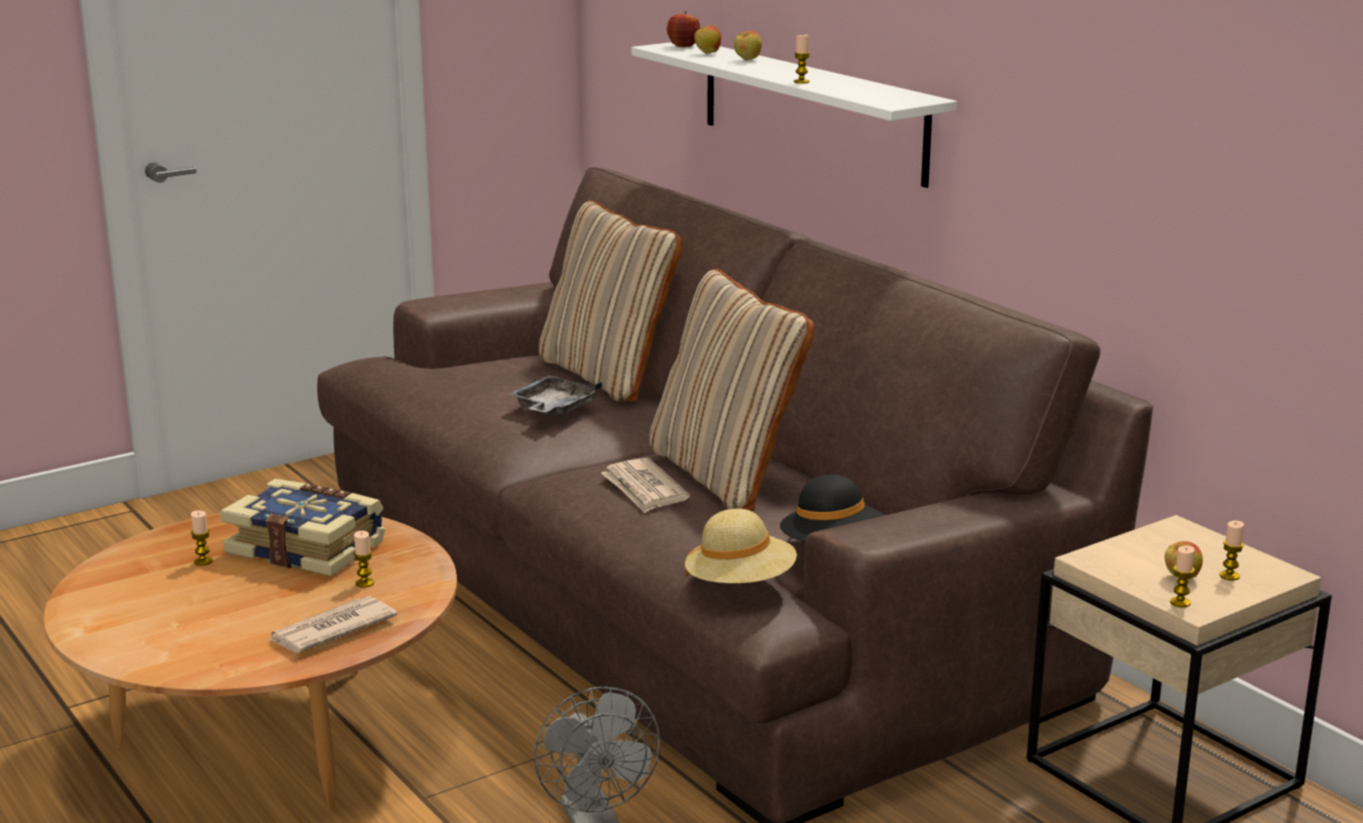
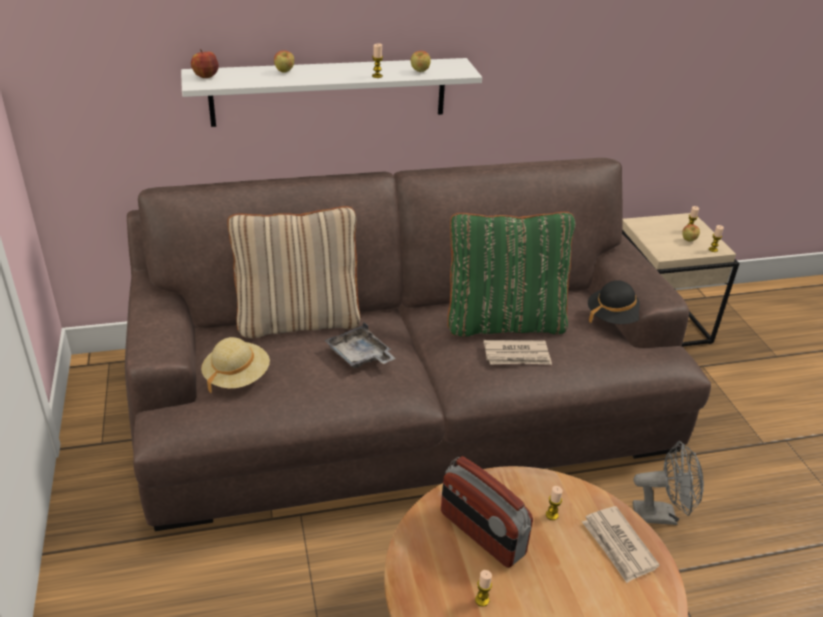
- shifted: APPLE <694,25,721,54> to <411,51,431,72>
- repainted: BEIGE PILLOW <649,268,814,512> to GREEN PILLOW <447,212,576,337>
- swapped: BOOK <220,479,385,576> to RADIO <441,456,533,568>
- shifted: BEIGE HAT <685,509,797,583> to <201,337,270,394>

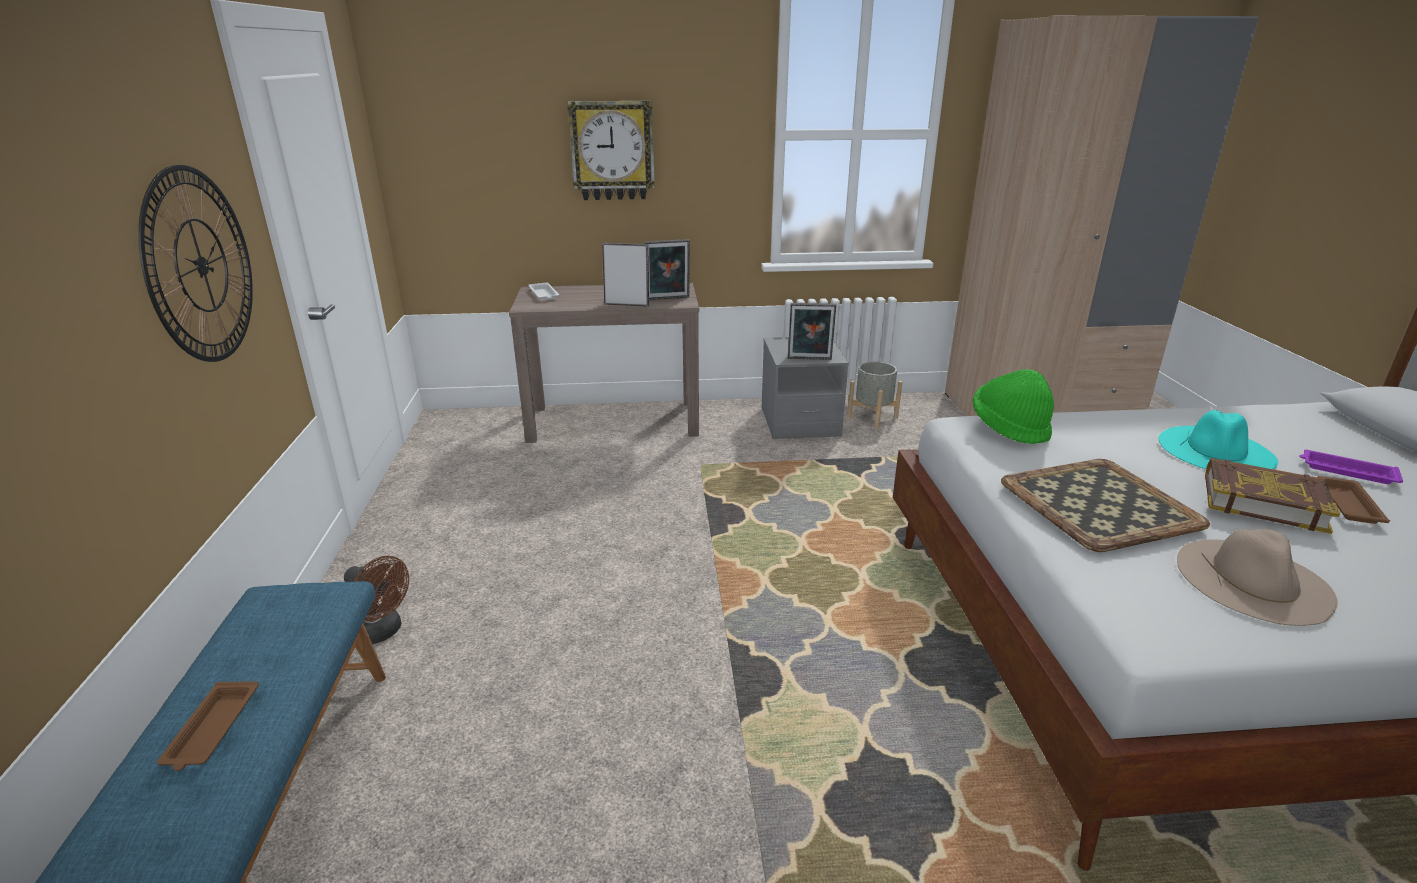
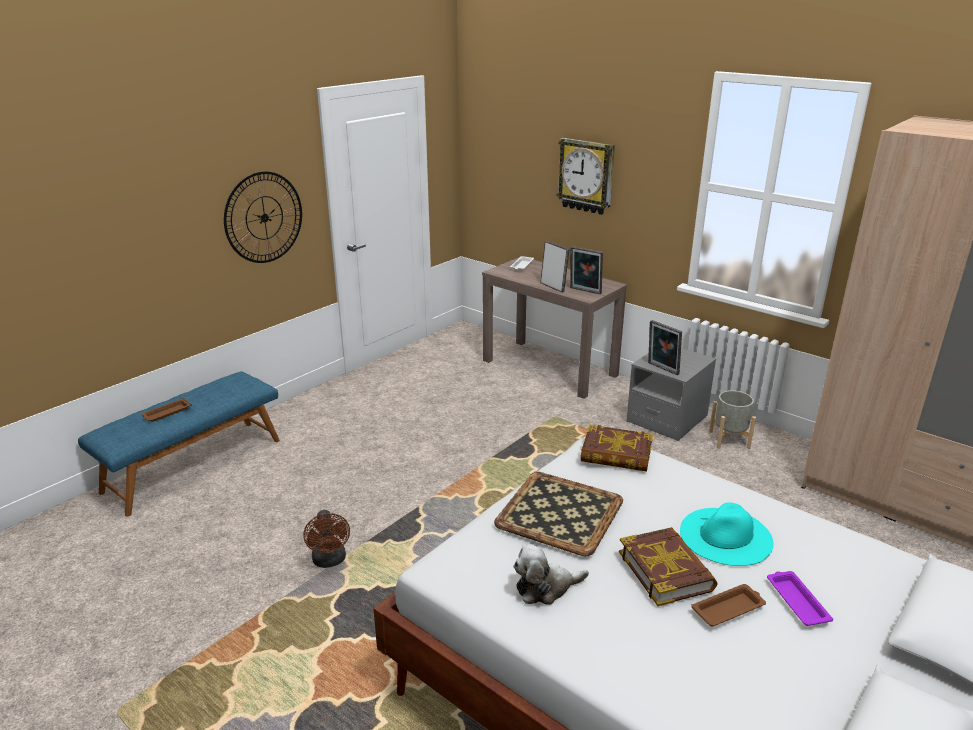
- swapped: GREEN HAT <973,369,1054,444> to BOOK <581,424,653,472>
- swapped: BEIGE HAT <1177,529,1338,626> to PLUSH TOY <513,544,589,605>
- shifted: BROWN FAN <344,556,409,644> to <303,510,350,568>

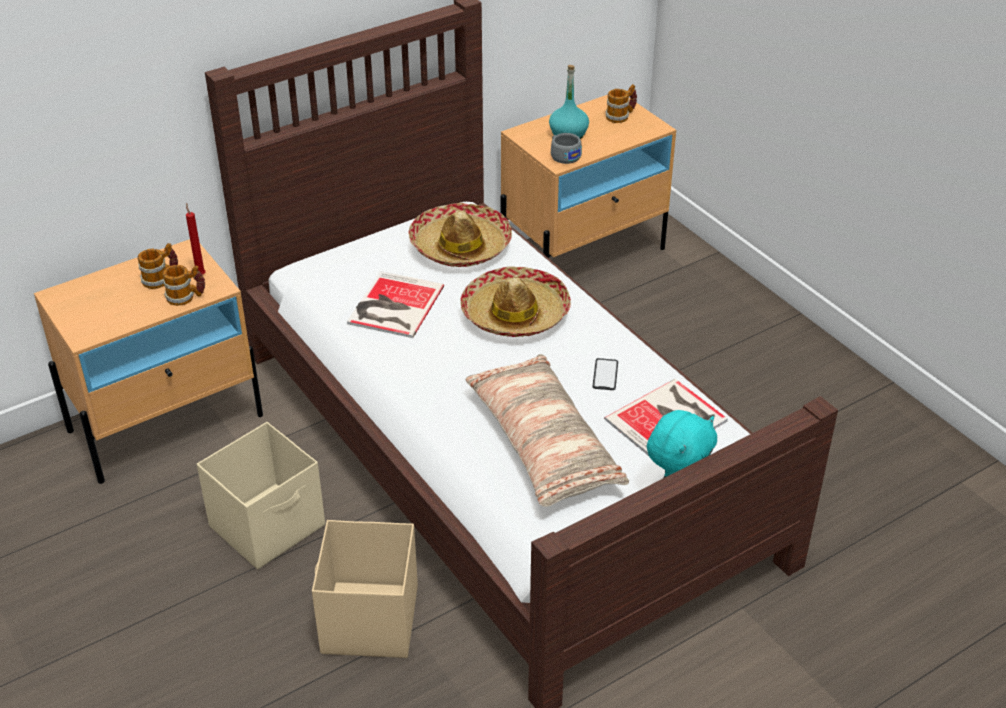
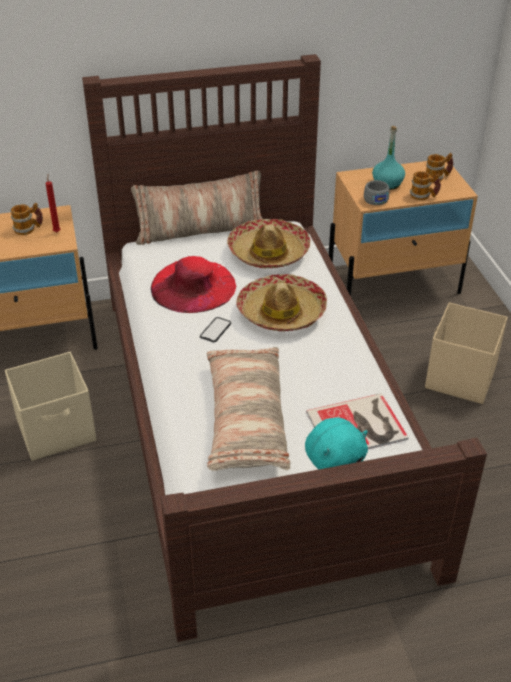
- shifted: MUG <162,265,205,306> to <410,171,441,200>
- swapped: BOOK <347,271,444,338> to RED HAT <151,256,237,313>
- shifted: PHONE <593,358,618,390> to <200,317,231,342>
- shifted: BEIGE STORAGE BOX <312,520,418,658> to <425,302,508,404>
- new: PILLOW <131,170,263,245>

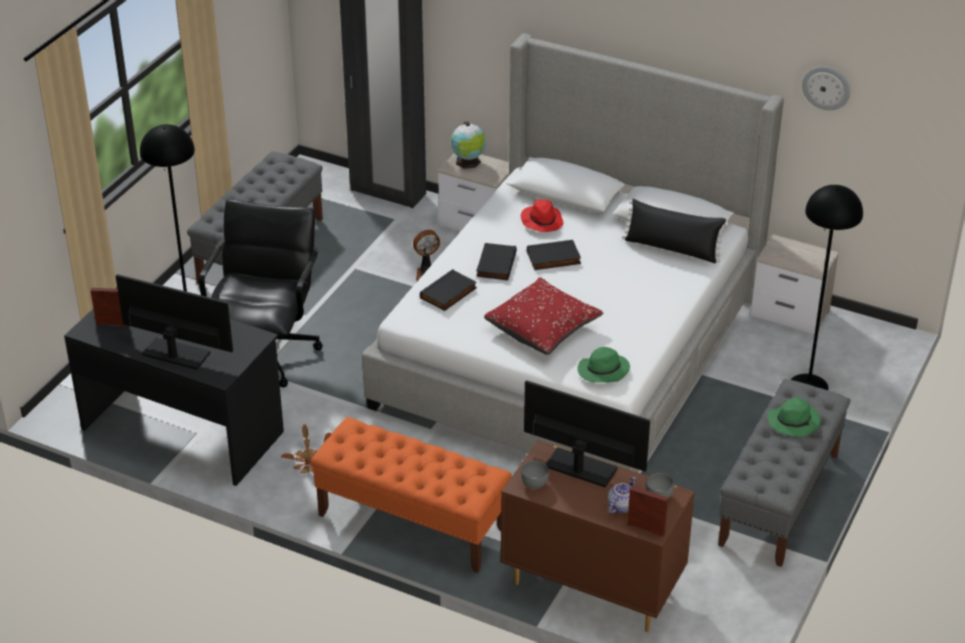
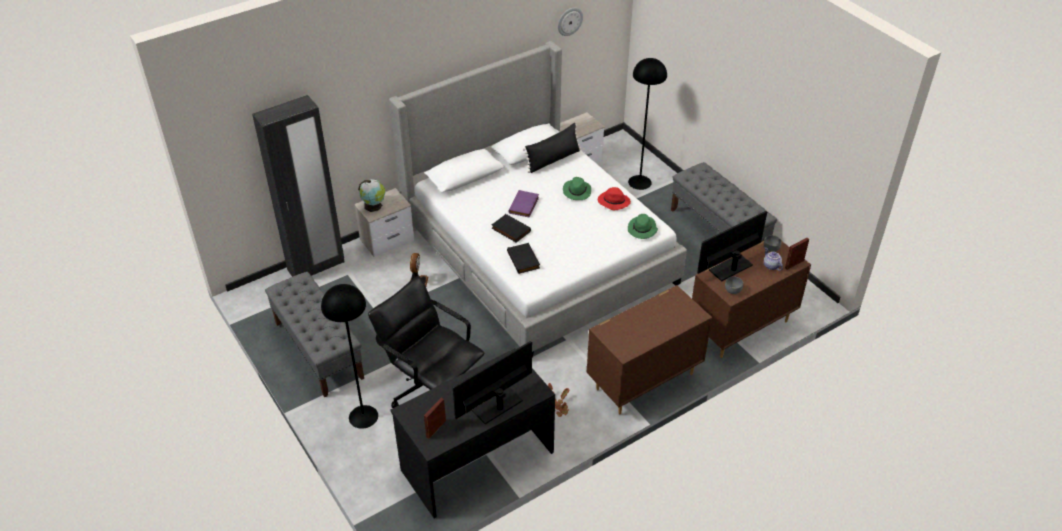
- shifted: RED HAT <521,199,564,232> to <598,187,631,210>
- repainted: BLACK BOOK <527,240,581,270> to PURPLE BOOK <509,190,539,218>
- gone: RED PILLOW <484,277,603,355>
- shifted: GREEN HAT <768,398,821,437> to <563,177,591,200>
- swapped: ORANGE BENCH <311,417,512,573> to BROWN DRESSER <586,285,712,415>

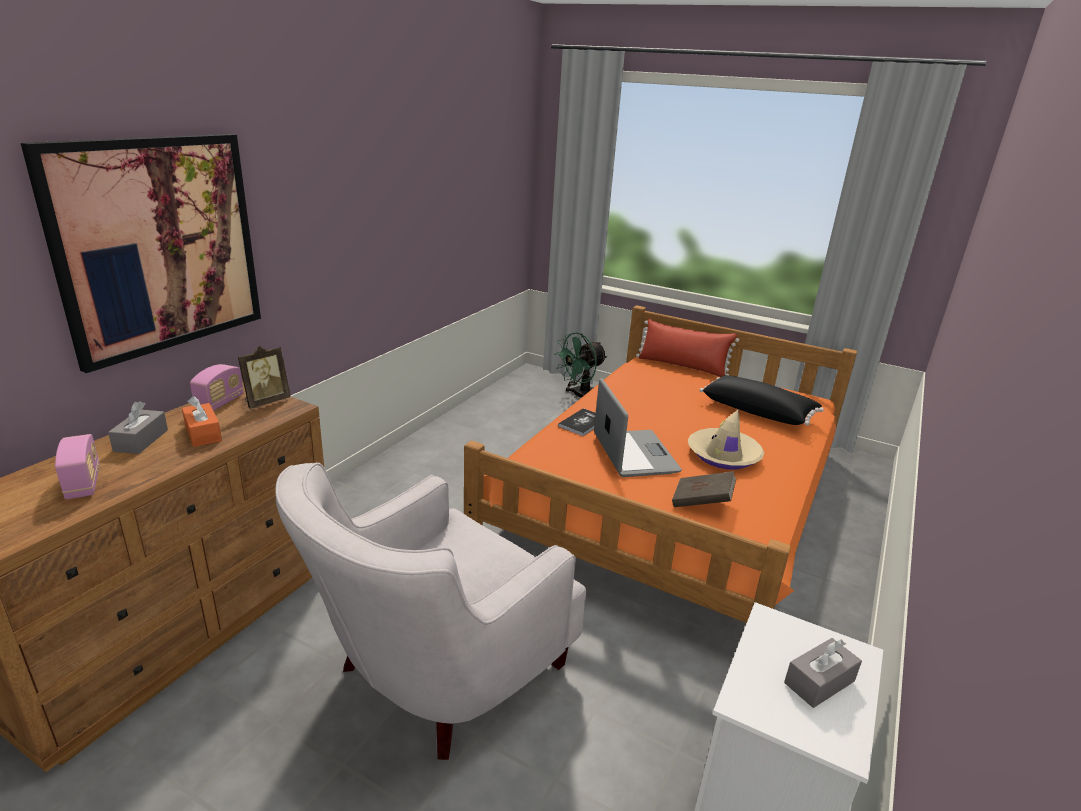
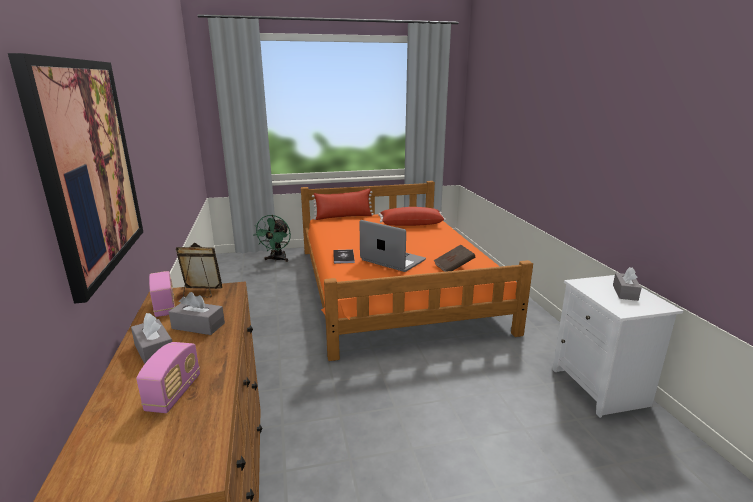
- rotated: PICTURE FRAME <238,346,291,409> = <176,242,222,297> 90 degrees counterclockwise
- repainted: BLACK PILLOW <700,375,824,426> to RED PILLOW <378,207,446,226>
- repainted: ORANGE TISSUE BOX <182,396,222,447> to GREY TISSUE BOX <169,292,225,335>
- gone: BEIGE HAT <688,409,764,469>
- rotated: RADIO <55,434,100,499> = <136,342,200,413> 75 degrees clockwise
- gone: WHITE ARMCHAIR <275,463,586,760>

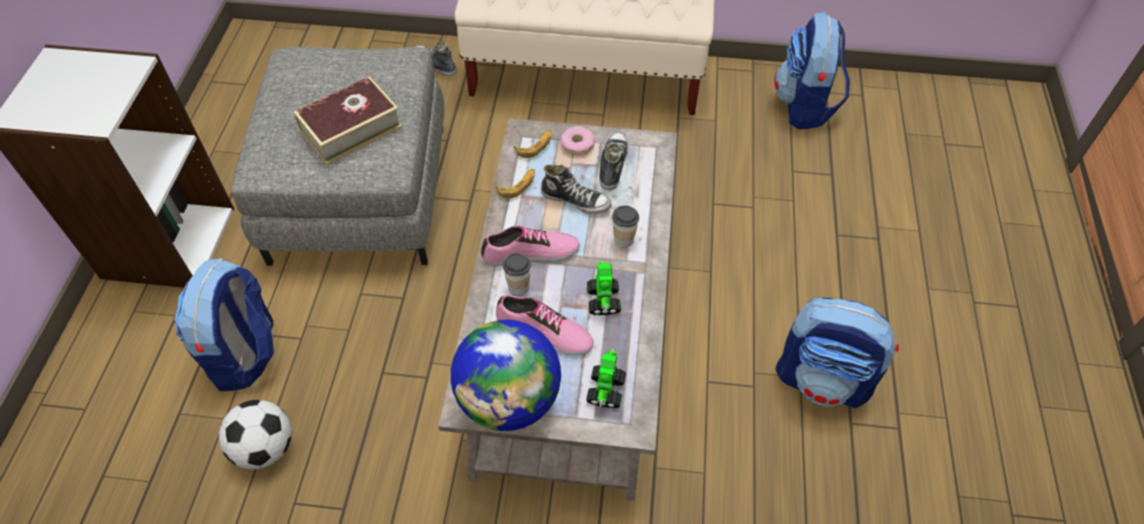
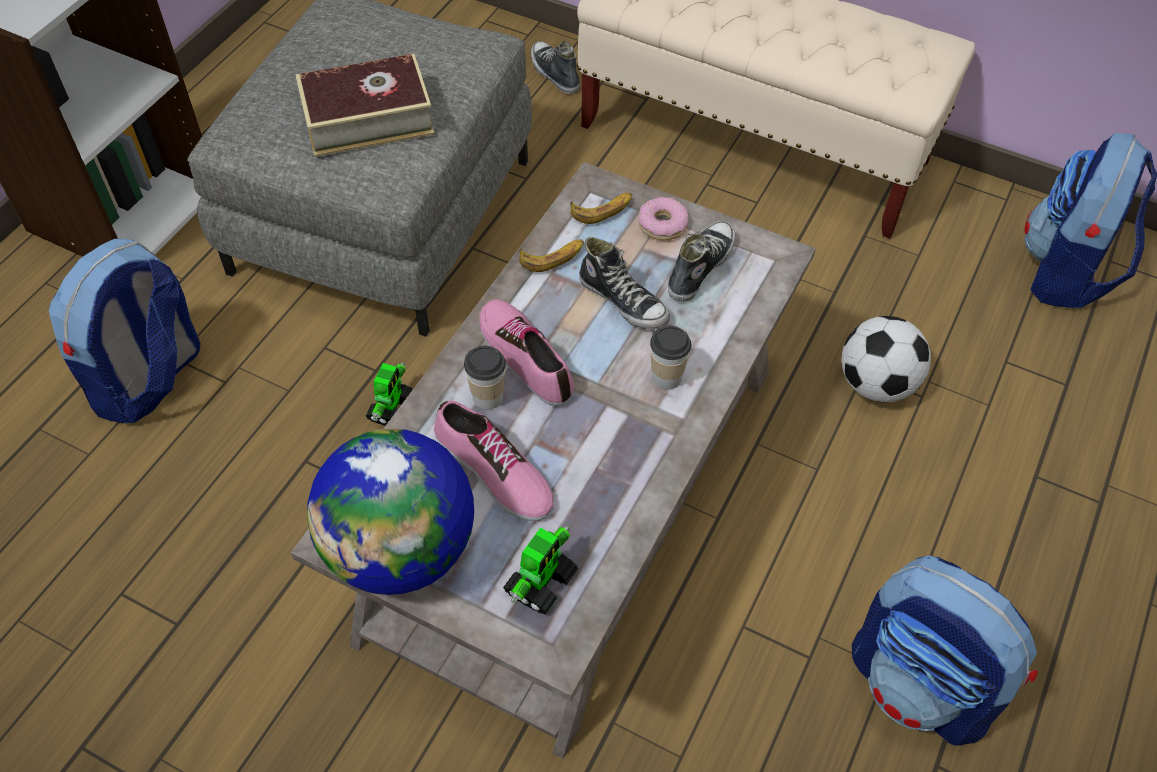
- rotated: SHOE <481,226,580,266> = <479,300,574,406> 135 degrees counterclockwise
- shifted: TOY ROBOT <587,260,621,315> to <366,362,413,426>
- shifted: FOOTBALL <219,400,292,469> to <841,316,931,403>

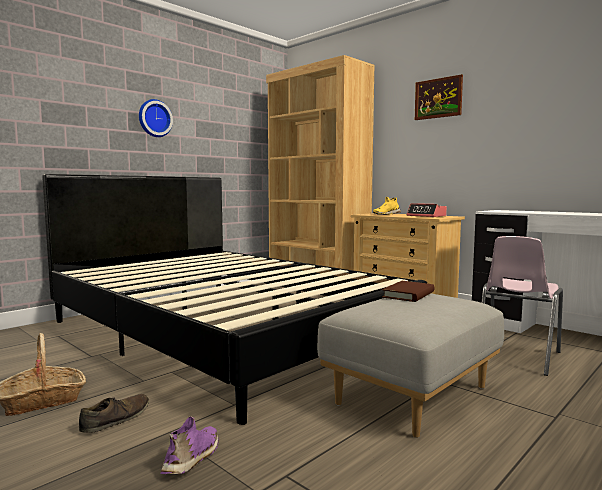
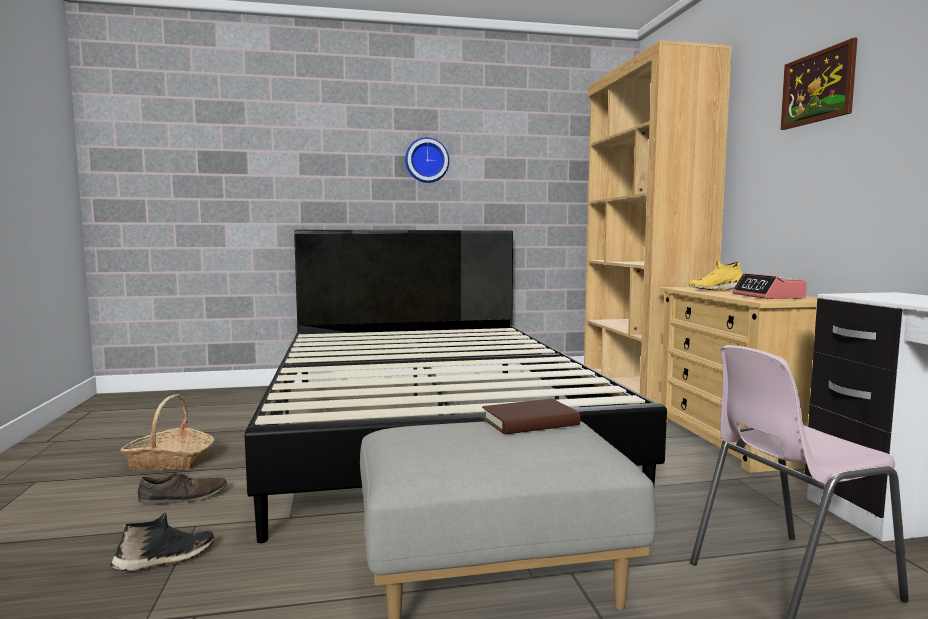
- repainted: PURPLE SHOE <161,416,218,475> to BLACK SHOE <110,512,214,571>

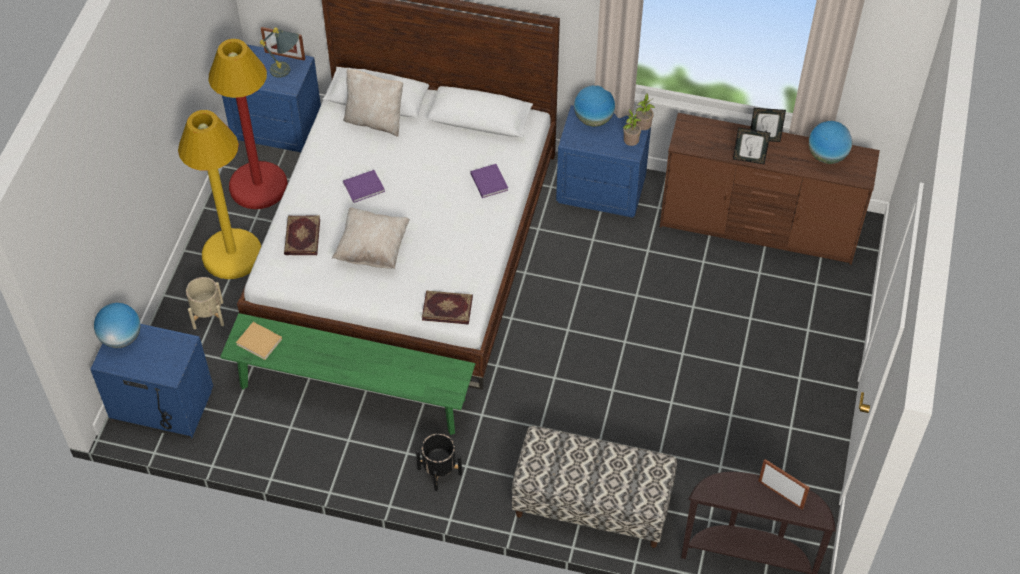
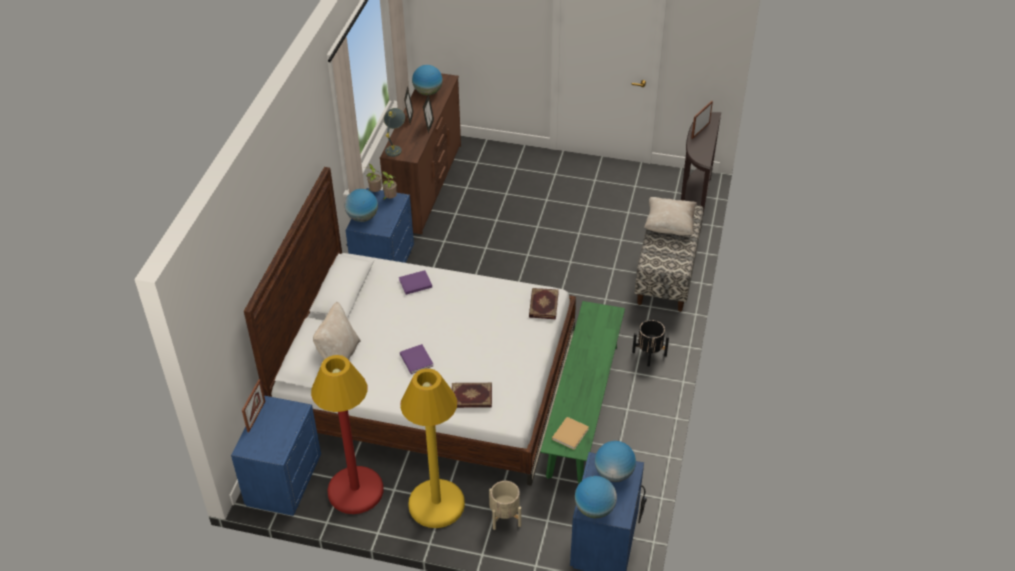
- shifted: GREY TABLE LAMP <260,27,299,78> to <384,108,405,157>
- shifted: BEIGE PILLOW <332,208,410,269> to <644,197,697,236>
- new: GLOBE <595,441,636,482>

